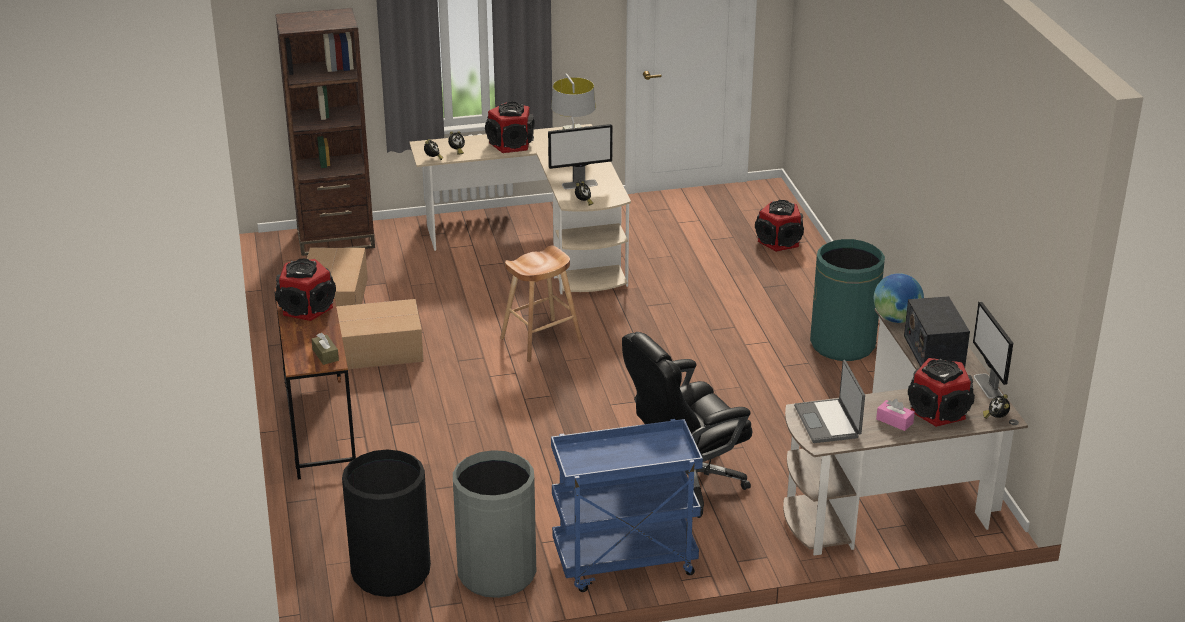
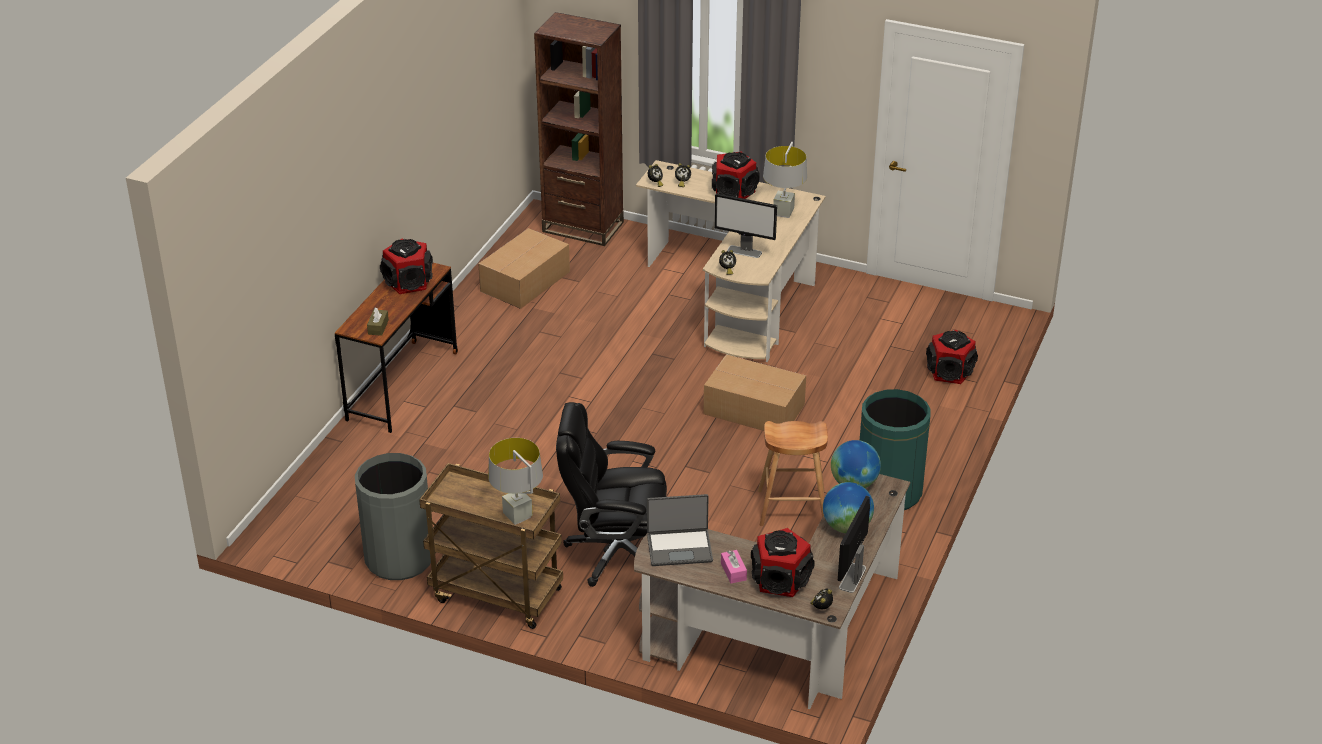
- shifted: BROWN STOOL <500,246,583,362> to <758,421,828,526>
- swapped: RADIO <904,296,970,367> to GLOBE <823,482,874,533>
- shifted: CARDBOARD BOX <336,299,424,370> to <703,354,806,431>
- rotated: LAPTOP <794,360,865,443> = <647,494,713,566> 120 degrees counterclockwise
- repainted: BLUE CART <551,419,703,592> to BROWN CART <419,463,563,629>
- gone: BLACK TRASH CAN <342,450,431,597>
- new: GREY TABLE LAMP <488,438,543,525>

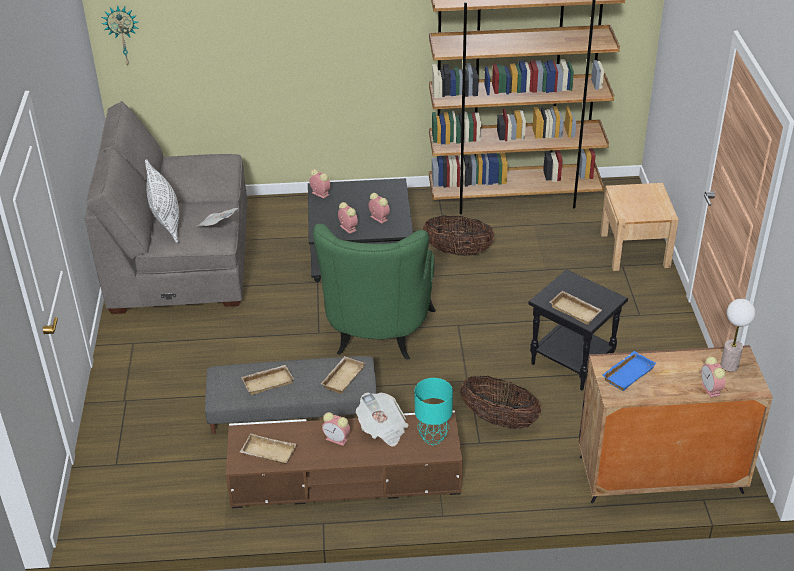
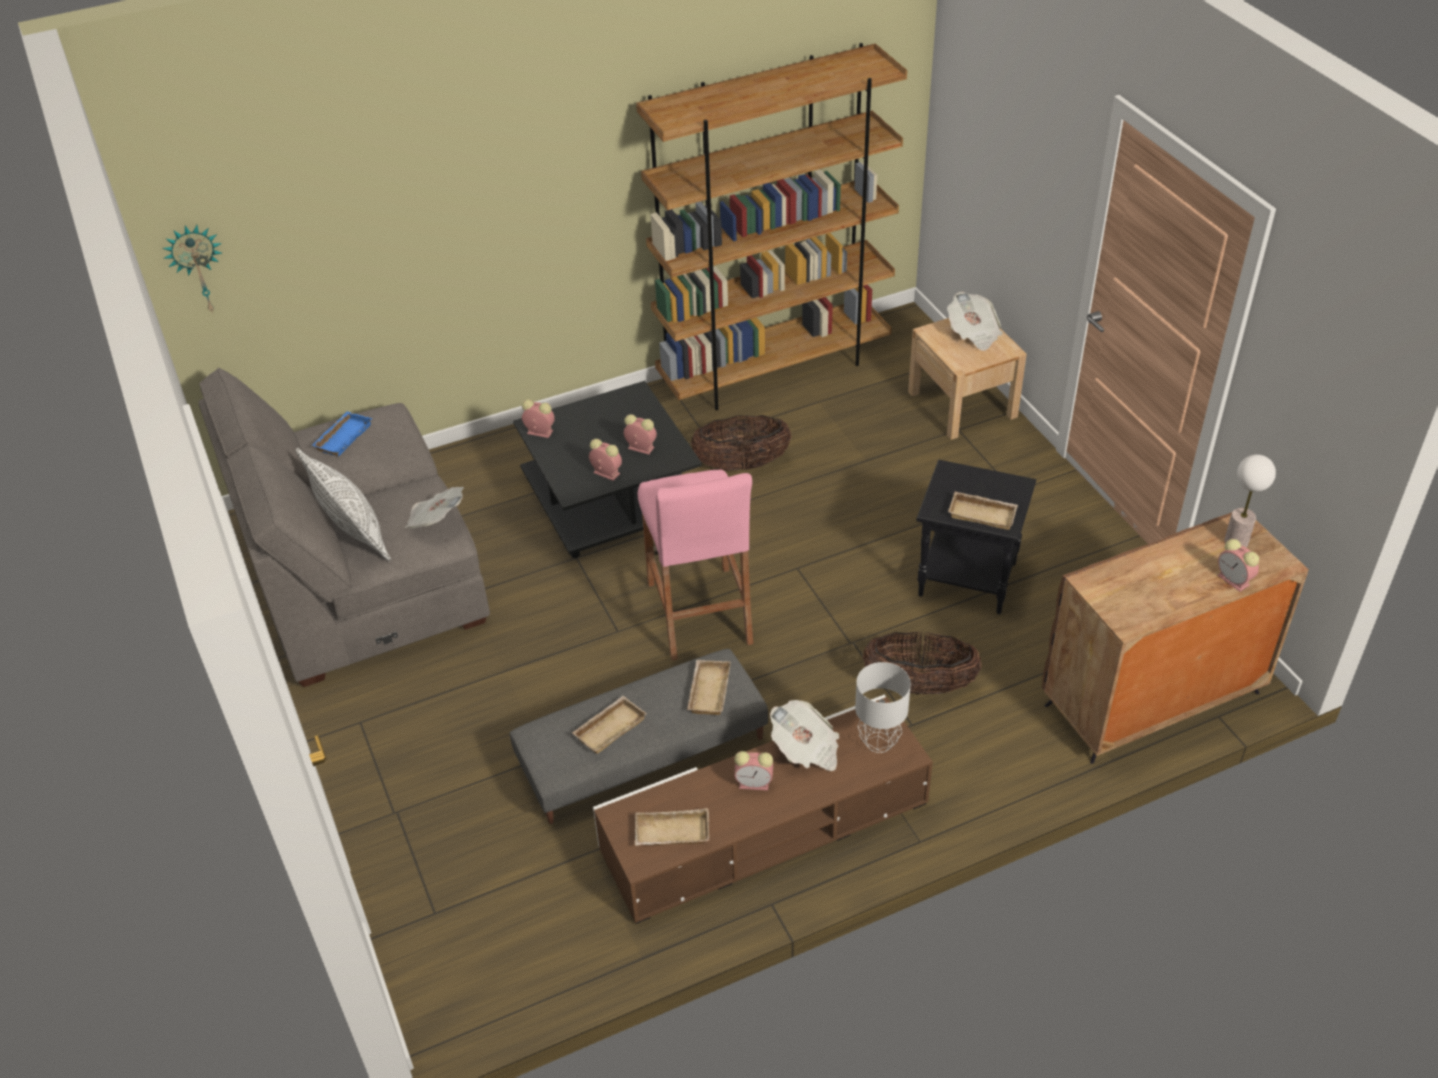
- swapped: GREEN ARMCHAIR <313,224,436,360> to PINK STOOL <638,470,753,661>
- shifted: BLUE TRAY <602,351,656,391> to <311,411,372,457>
- repainted: TURQUOISE TABLE LAMP <415,378,453,445> to GREY TABLE LAMP <855,662,911,753>
- new: NEWSPAPER <947,292,1003,351>

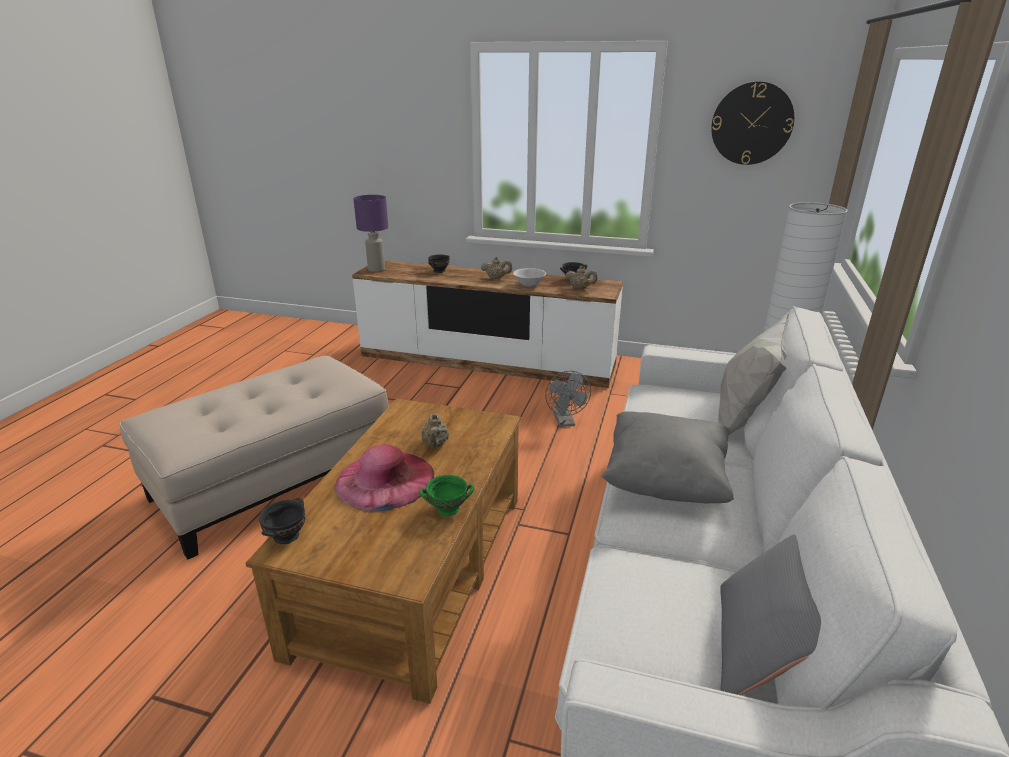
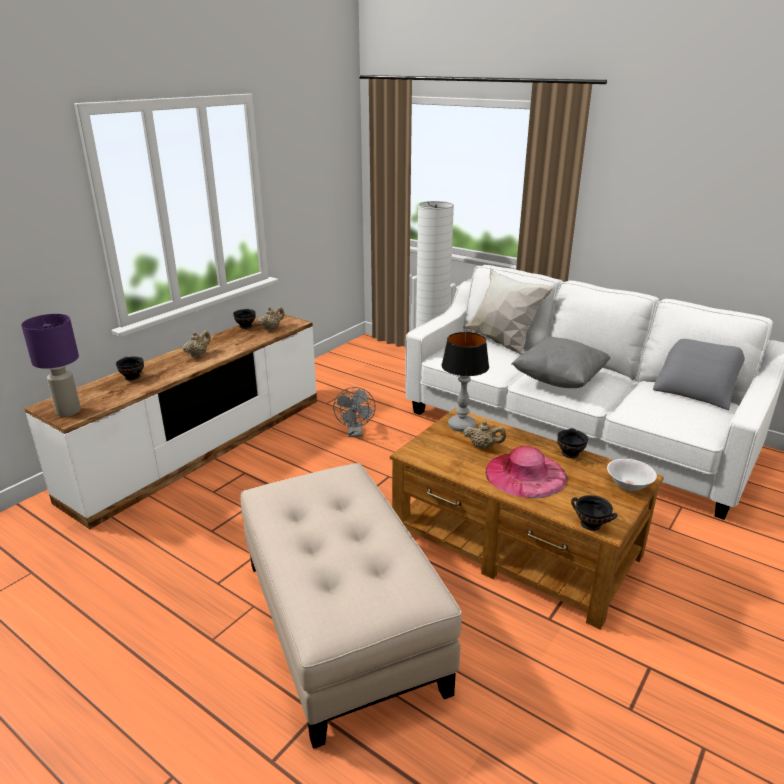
- gone: WALL CLOCK <711,81,794,165>
- shifted: WHITE BOWL <513,268,546,287> to <607,459,657,491>
- rotated: GREY FAN <545,371,591,427> = <333,387,376,437> 75 degrees clockwise
- repainted: GREEN BOWL <419,475,475,516> to BLACK BOWL <557,428,588,458>
- new: TABLE LAMP <441,332,489,432>

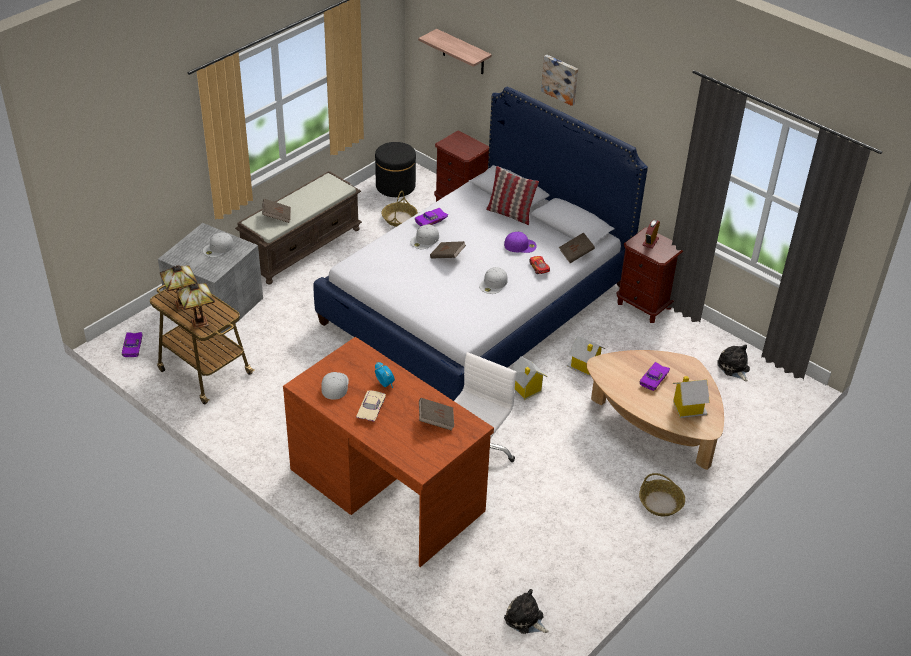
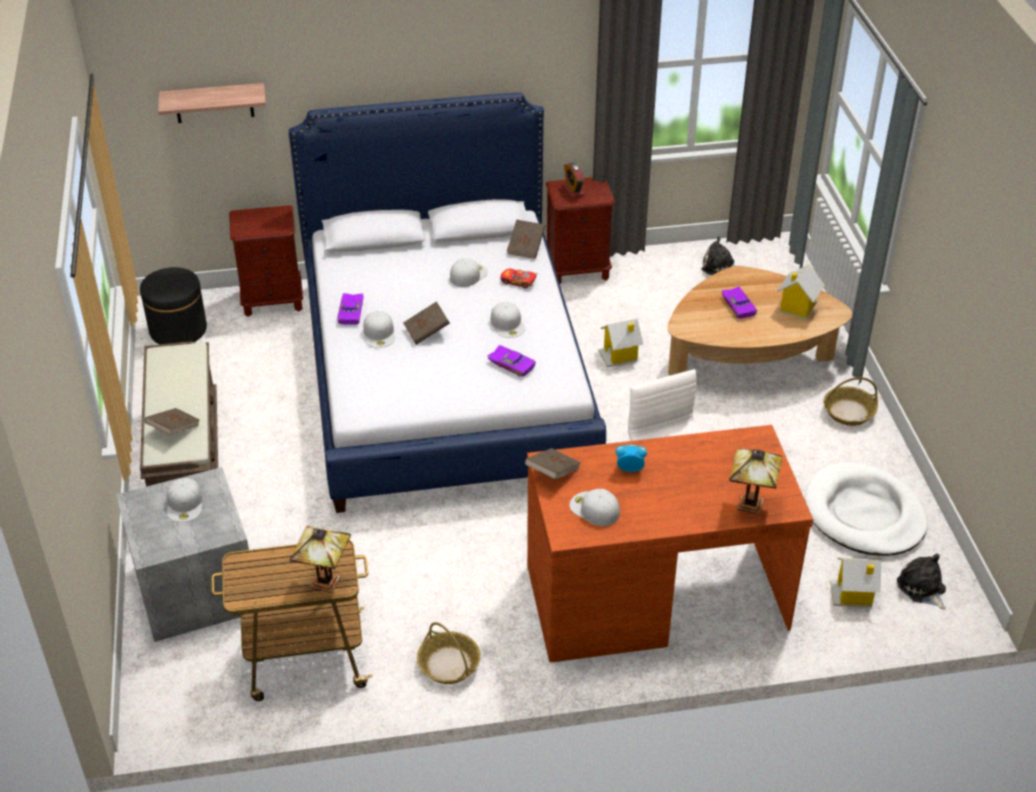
- gone: PICTURE <541,54,578,106>
- gone: PILLOW <486,166,539,225>
- shifted: BASKET <382,191,418,227> to <417,622,481,684>
- repainted: PURPLE CAP <504,232,537,253> to WHITE CAP <450,259,488,287>
- shifted: TABLE LAMP <160,265,198,310> to <729,448,782,514>
- shifted: PURPLE TOY CAR <122,332,142,357> to <488,345,536,377>
- shifted: TOY HOUSE <511,357,548,400> to <830,558,881,608>
- gone: BEIGE TOY CAR <356,390,386,422>
- shifted: BROWN BOOK <419,398,454,431> to <525,448,581,480>
- rotated: PLUSH TOY <504,589,549,634> = <897,554,946,610> 75 degrees clockwise
- new: WHITE DOG BED <805,462,928,556>

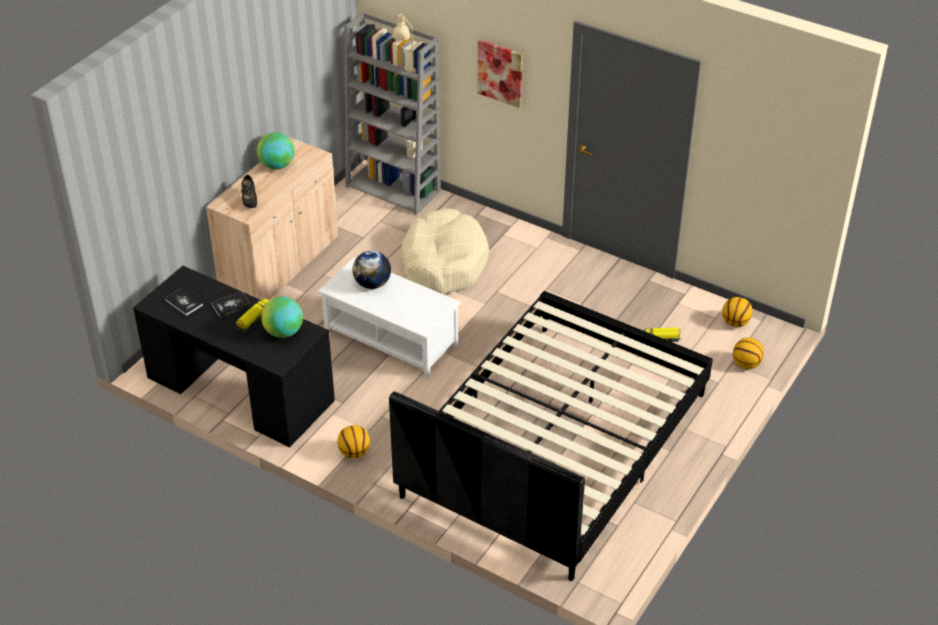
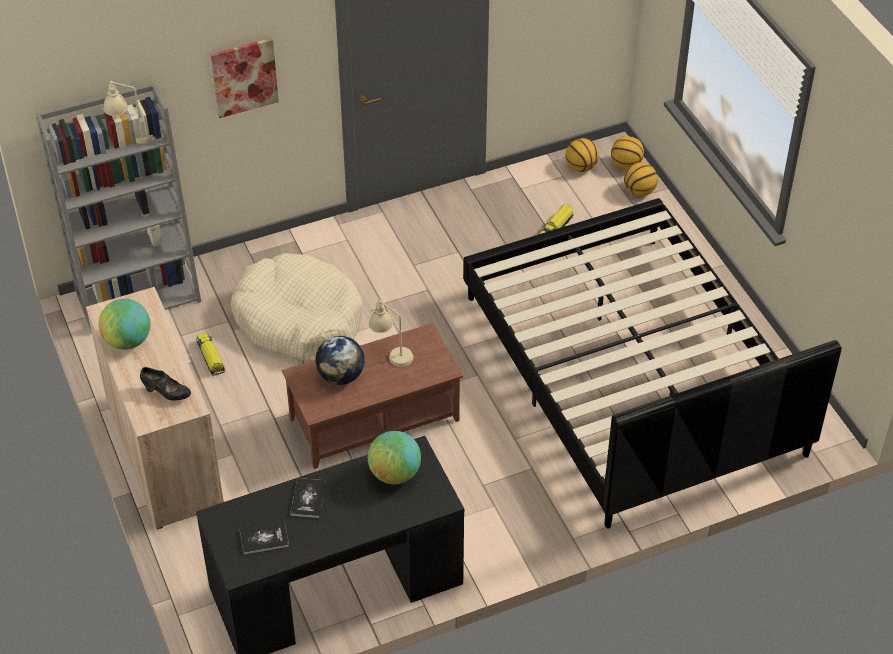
- repainted: WHITE COFFEE TABLE <318,257,461,378> to BROWN COFFEE TABLE <282,323,463,469>
- shifted: TOY TRUCK <236,298,270,333> to <196,333,225,376>
- shifted: BASKETBALL <337,425,370,458> to <611,136,644,170>
- new: BEIGE TABLE LAMP <369,300,413,367>

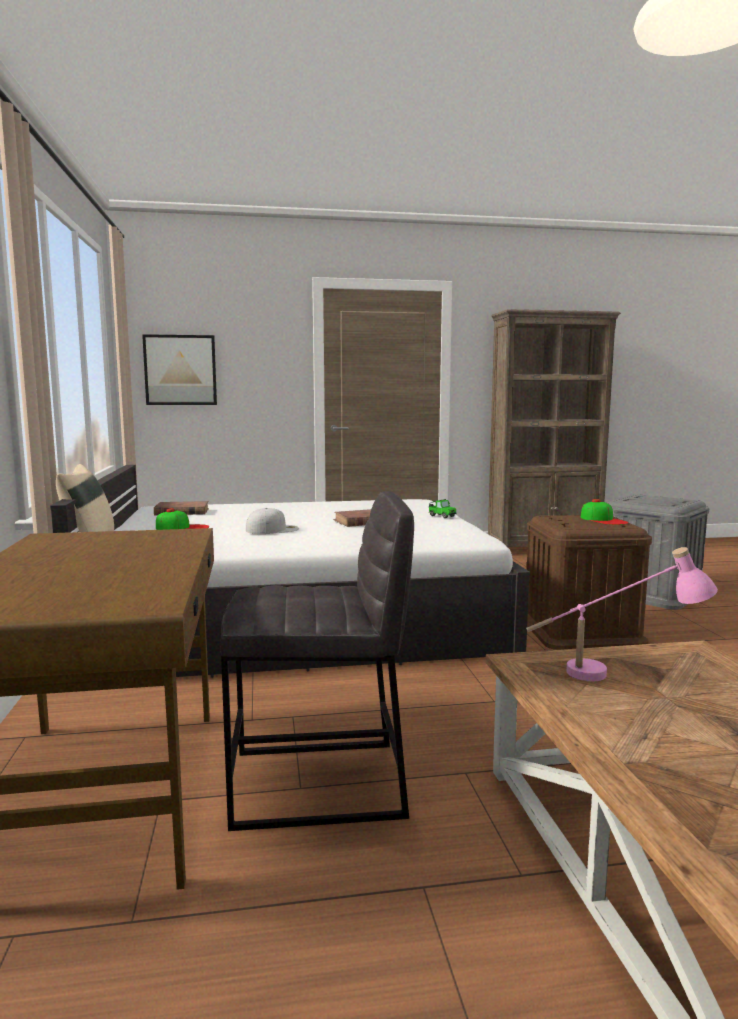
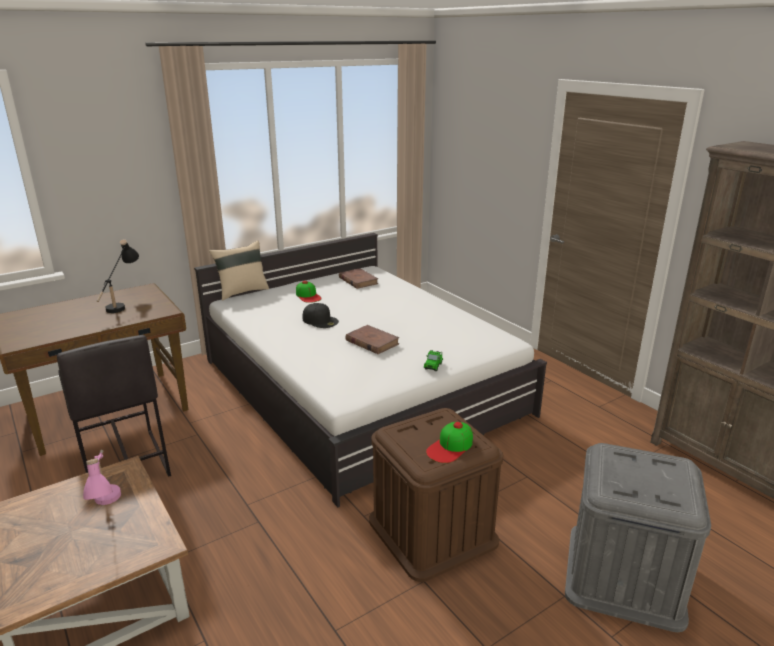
- gone: PICTURE <142,334,217,405>
- repainted: WHITE CAP <246,508,299,534> to BLACK CAP <302,303,339,328>
- new: BLACK TABLE LAMP <97,239,139,313>

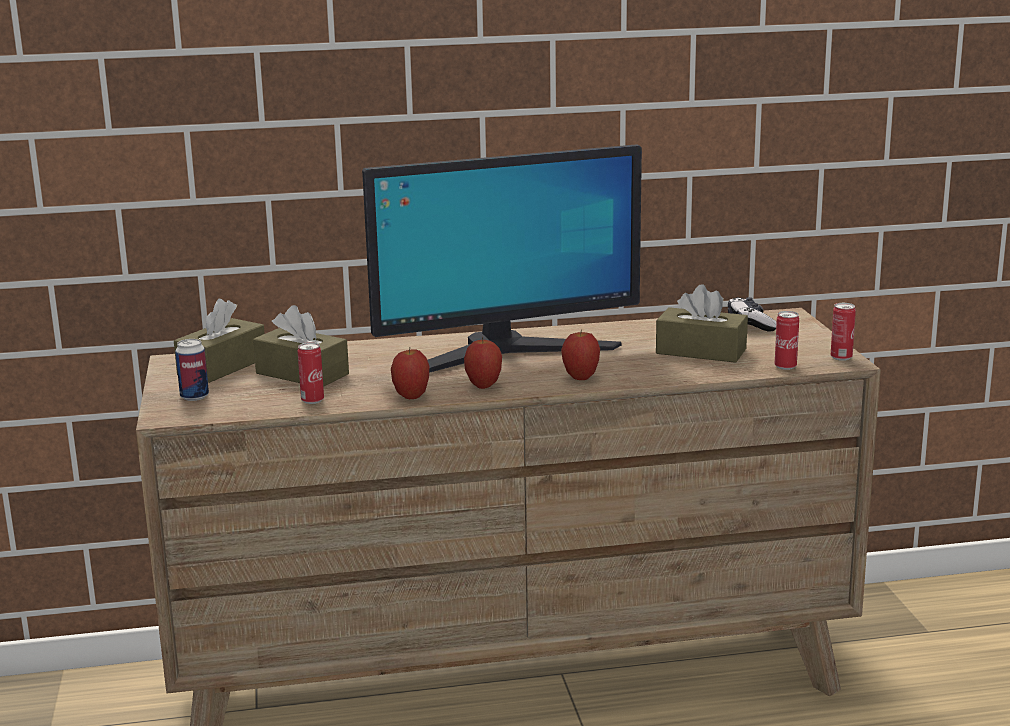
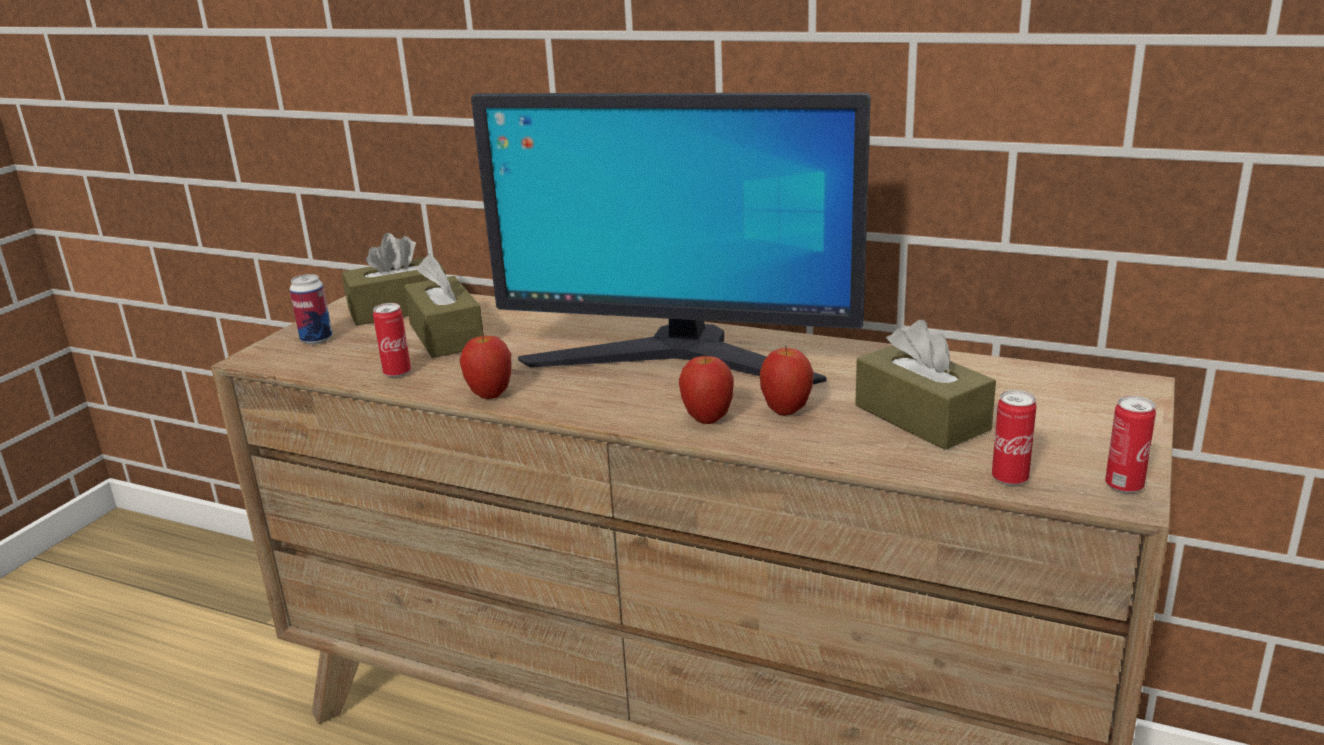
- gone: GAME CONTROLLER <728,297,777,331>
- shifted: APPLE <464,337,502,389> to <759,346,814,416>

